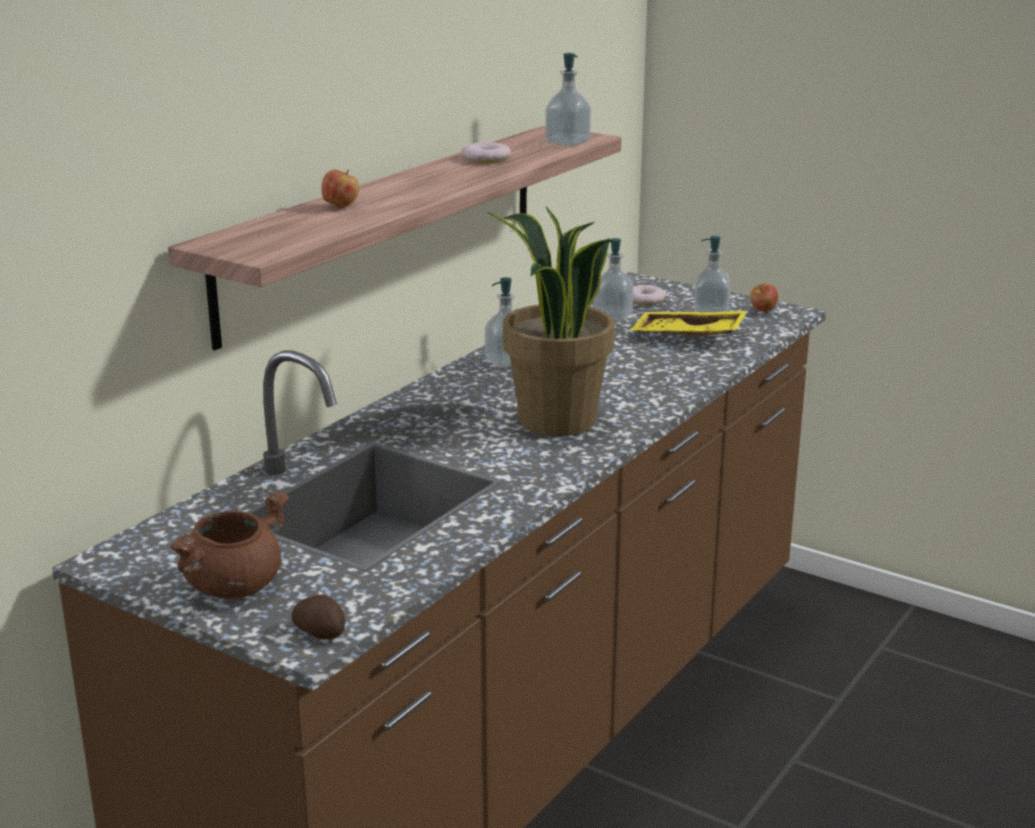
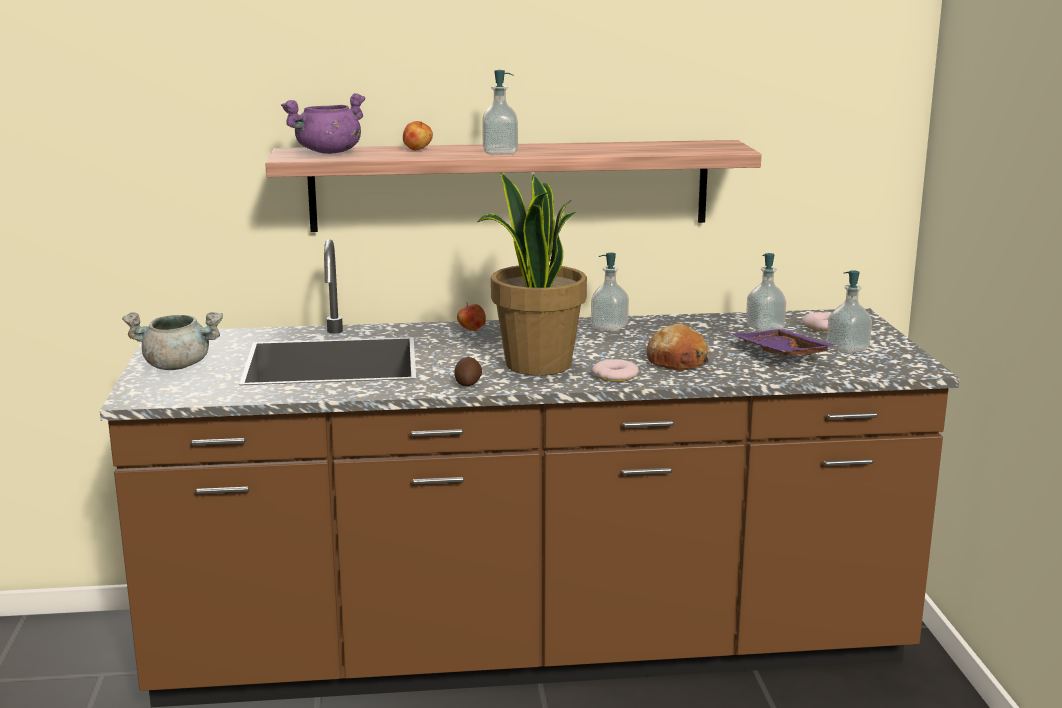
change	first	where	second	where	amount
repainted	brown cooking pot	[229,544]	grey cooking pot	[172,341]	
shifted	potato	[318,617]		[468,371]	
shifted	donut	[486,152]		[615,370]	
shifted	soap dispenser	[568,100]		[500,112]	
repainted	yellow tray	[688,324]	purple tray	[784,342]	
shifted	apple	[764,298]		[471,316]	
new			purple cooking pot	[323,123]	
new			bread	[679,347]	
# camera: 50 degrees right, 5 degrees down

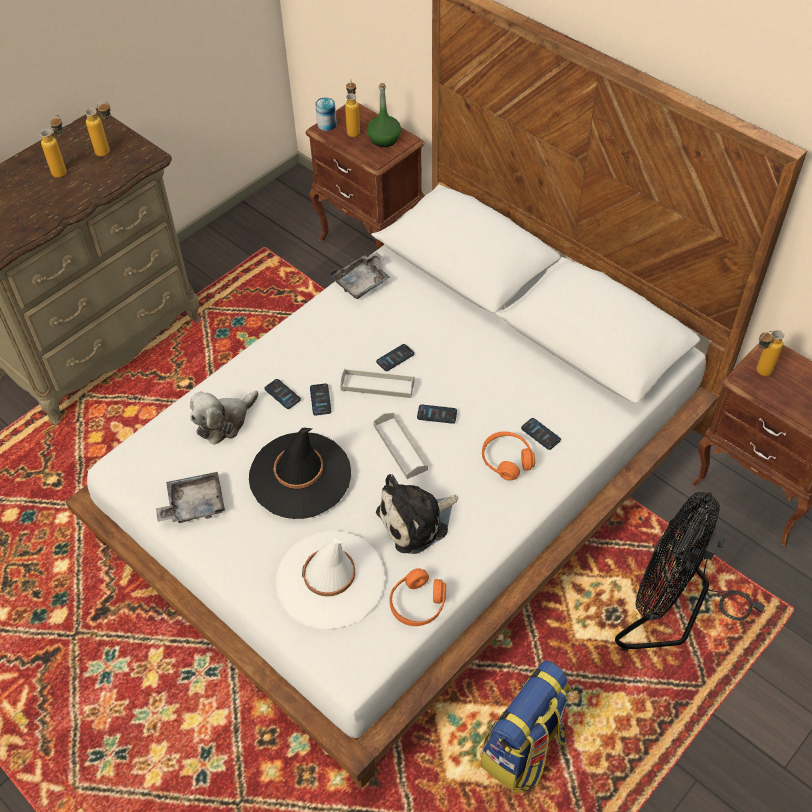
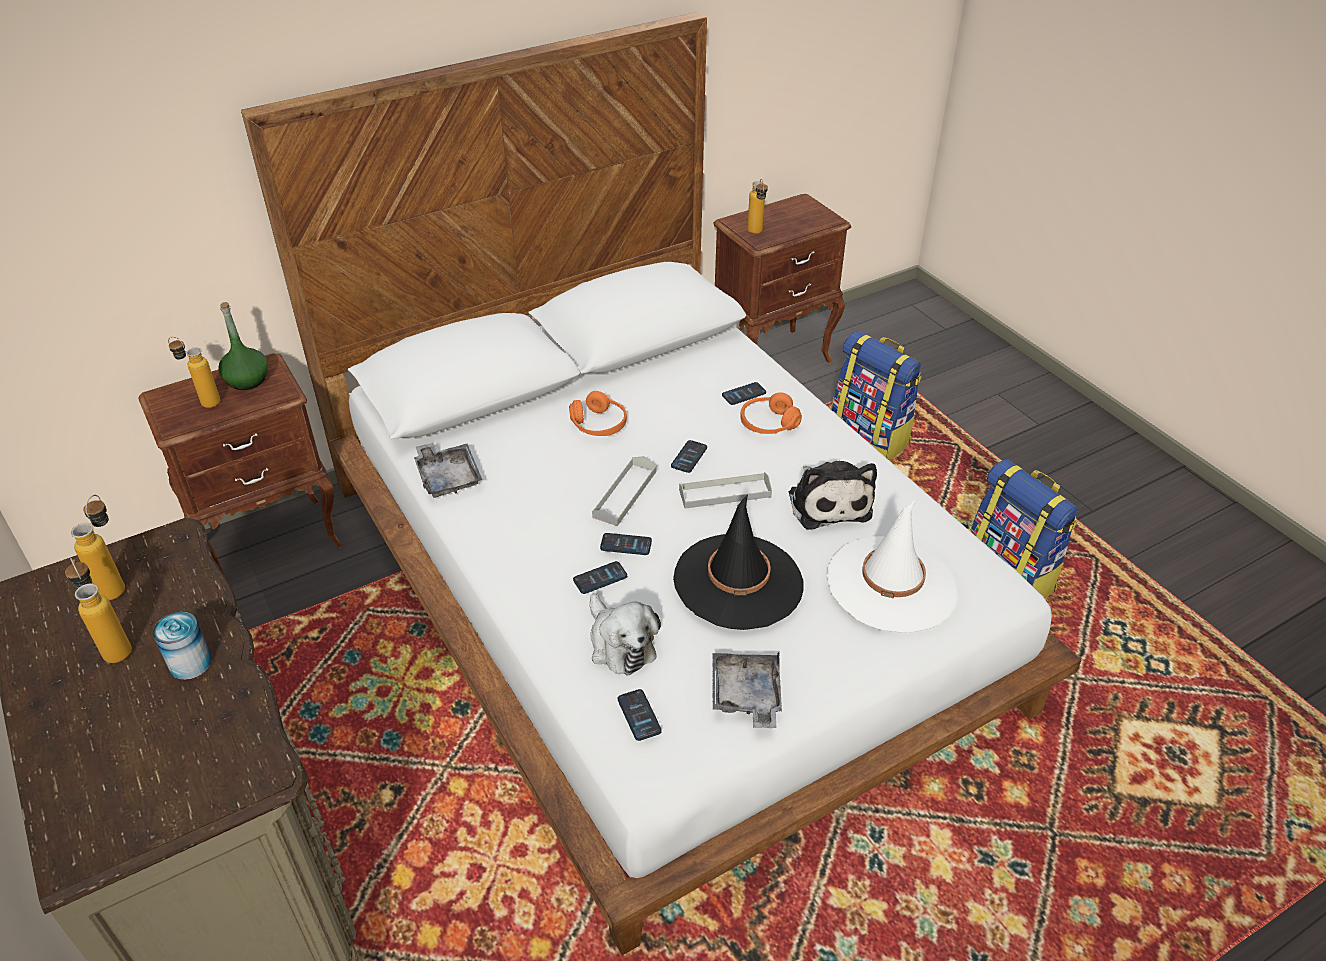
change	first	where	second	where	amount
shifted	can	[326,114]		[182,646]	
shifted	phone	[395,357]		[640,715]	
shifted	orange headphones	[418,597]		[598,413]	
swapped	black fan	[691,571]	backpack	[876,395]	
# camera: 75 degrees left, 10 degrees down

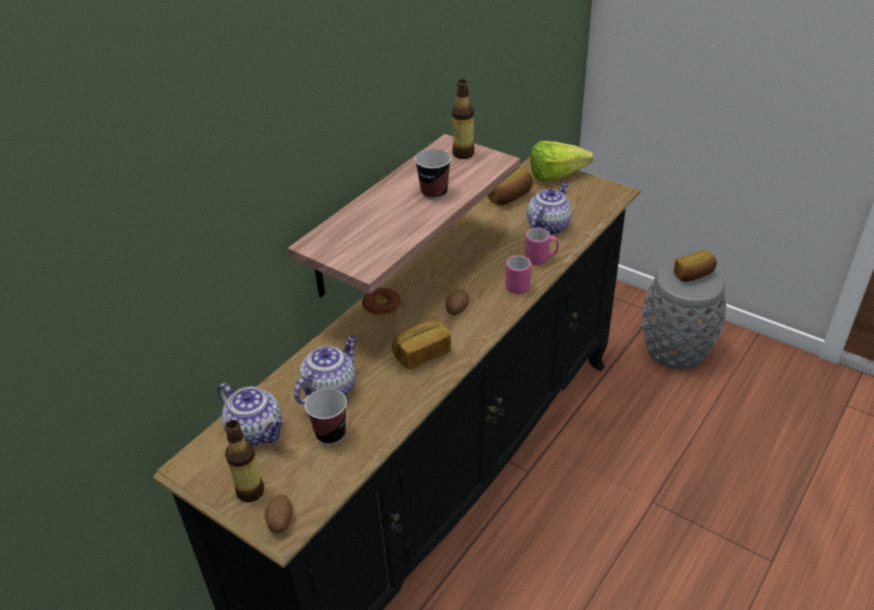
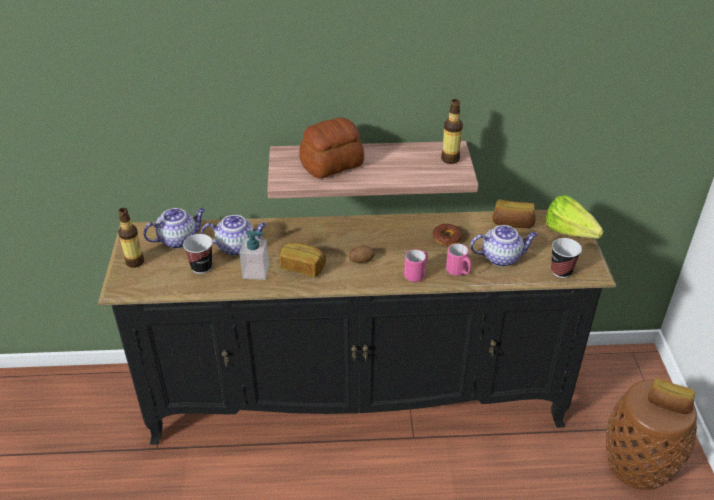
change	first	where	second	where	amount
rotated	teapot	[250,414]		[174,228]	120 degrees counterclockwise
gone	potato	[279,514]			
shifted	donut	[381,302]		[448,234]	
shifted	cup	[433,174]		[566,258]	
repainted	grey stool	[684,315]	brown stool	[651,435]	
new			soap dispenser	[254,255]	
new			bread	[331,148]	
# camera: 50 degrees right, 0 degrees up

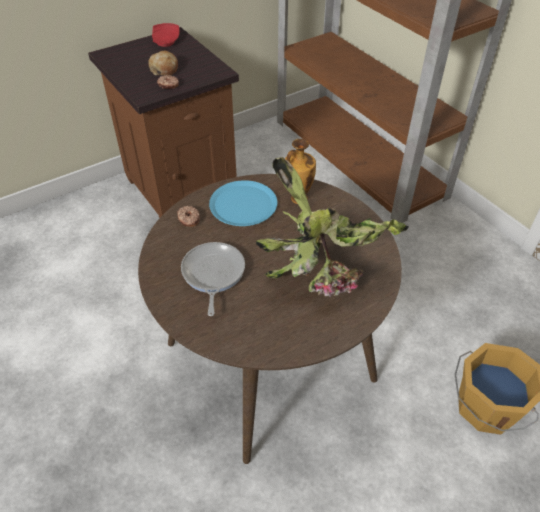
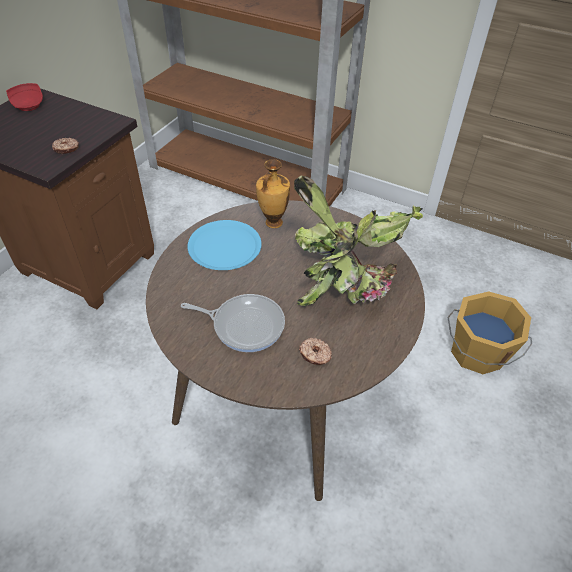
change	first	where	second	where	amount
gone	bread	[163,63]			
shifted	donut	[188,216]		[315,351]	
rotated	frying pan	[213,279]		[233,323]	135 degrees clockwise
# camera: 30 degrees left, 0 degrees up

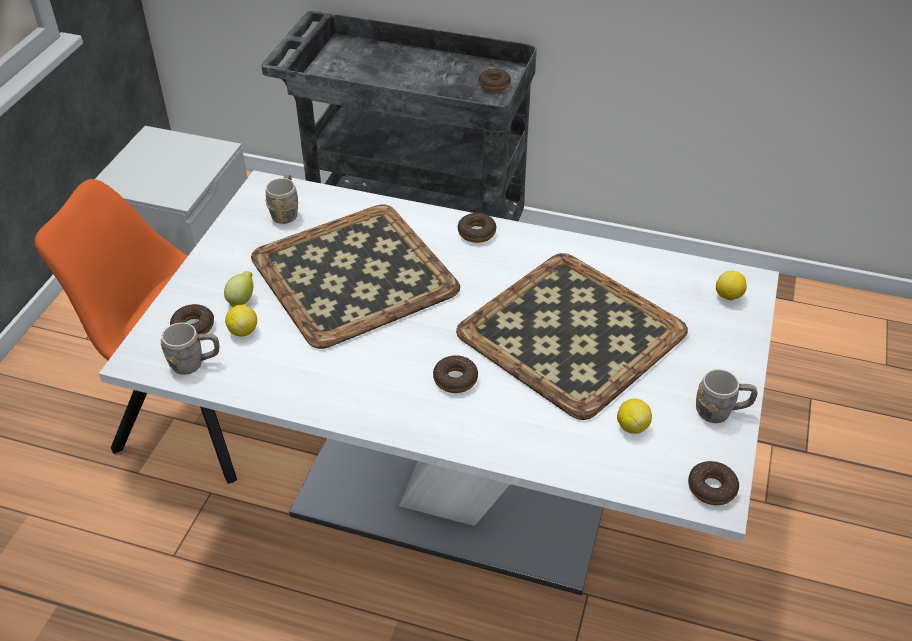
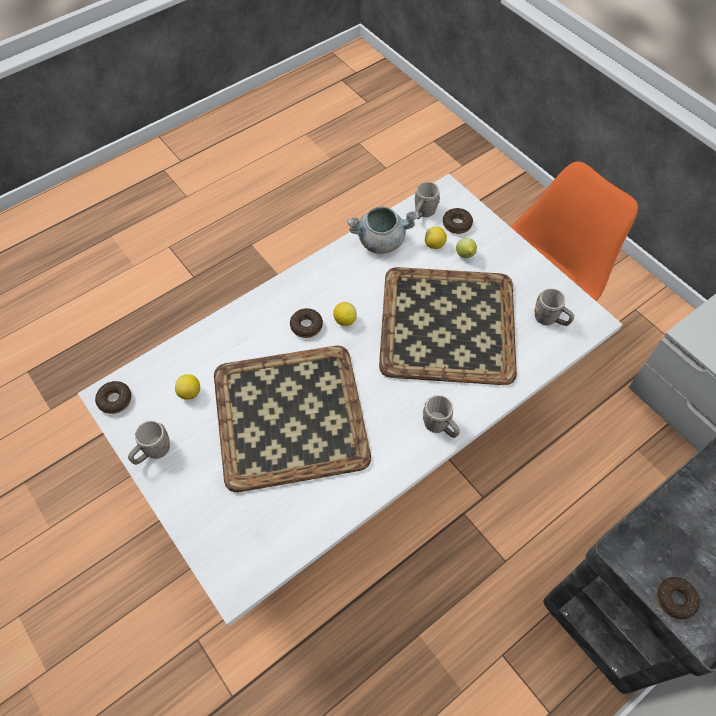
change	first	where	second	where	amount
swapped	donut	[477,228]	grey mug	[441,416]	
shifted	lemon	[731,286]		[345,314]	
new			grey cooking pot	[383,230]	
# camera: 125 degrees right, 15 degrees up

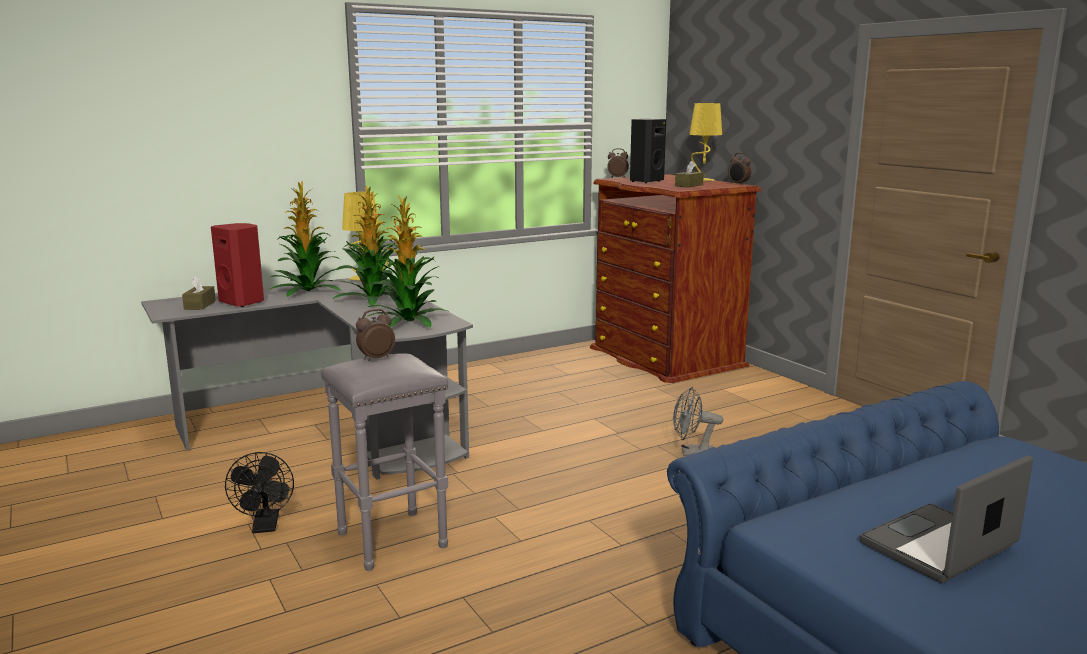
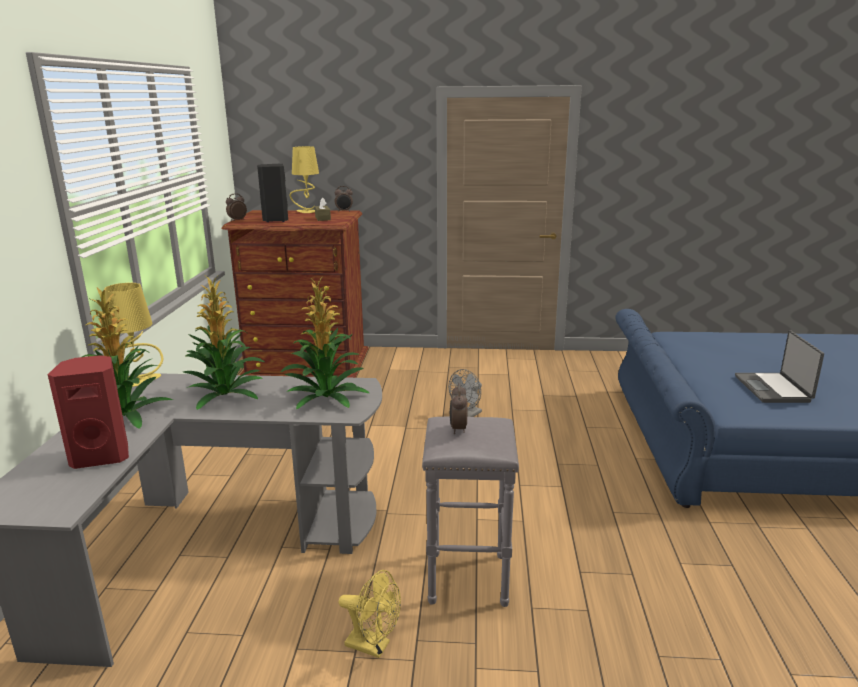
change	first	where	second	where	amount
gone	brown tissue box	[199,292]			
repainted	black fan	[259,492]	yellow fan	[370,614]	
# camera: 55 degrees left, 5 degrees up

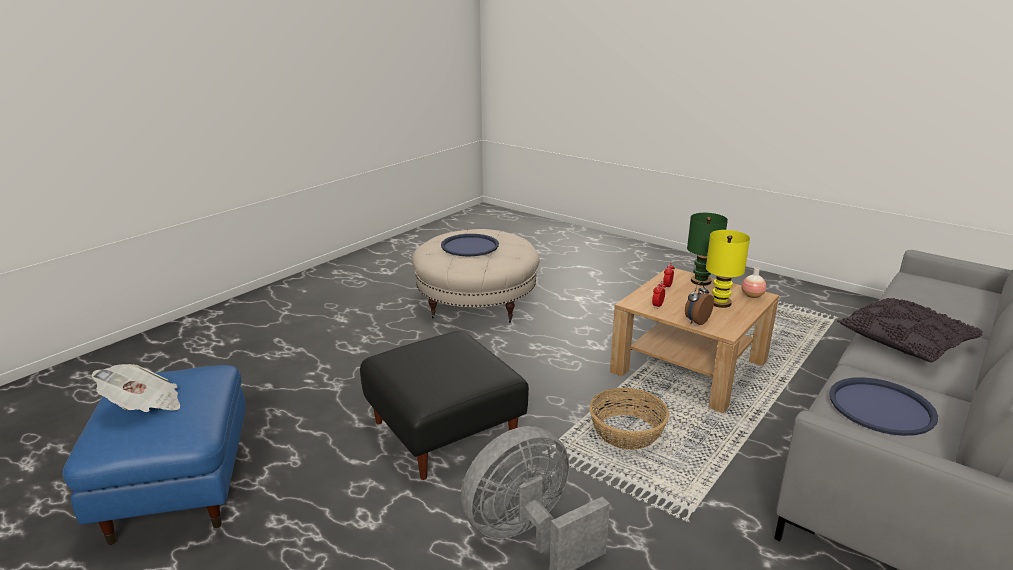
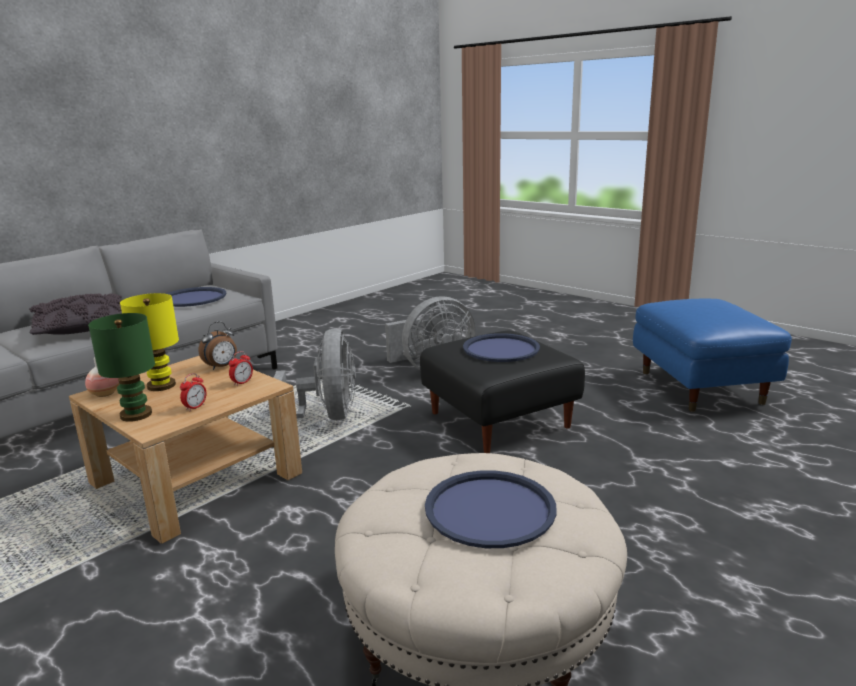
change	first	where	second	where	amount
gone	newspaper	[136,388]			
swapped	basket	[629,418]	grey fan	[315,374]	
new			blue tray	[501,347]	
# camera: 175 degrees left, 5 degrees down

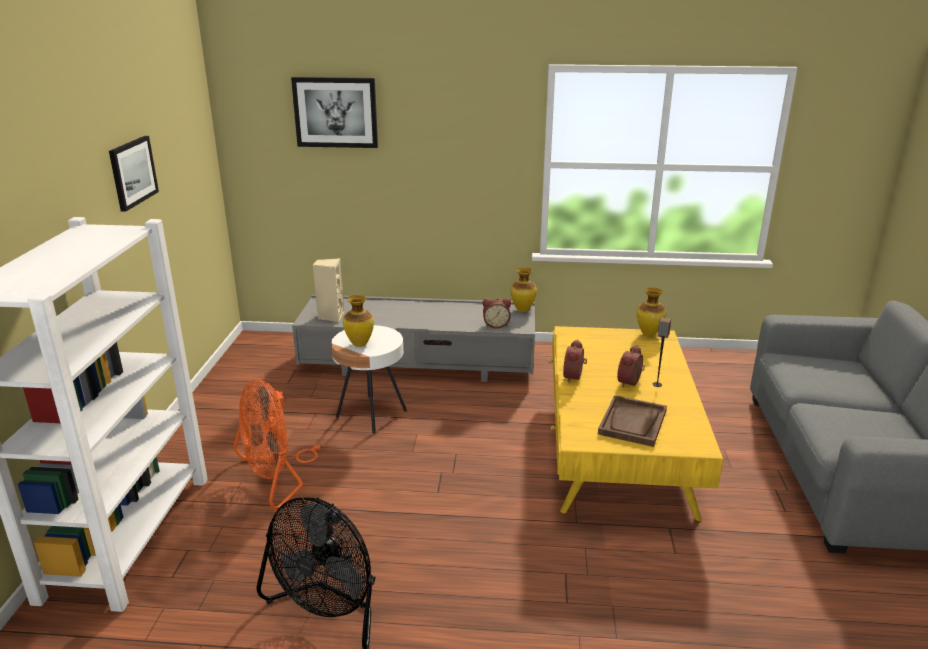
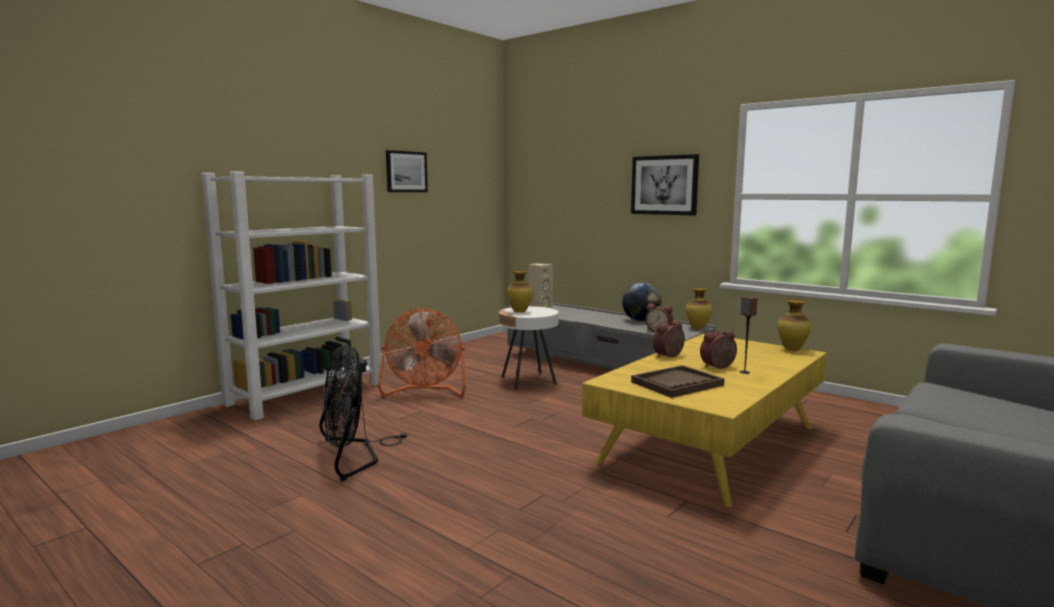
change	first	where	second	where	amount
rotated	orange fan	[278,446]		[422,353]	90 degrees counterclockwise
shifted	picture	[334,112]		[665,185]	
new			globe	[641,302]	
# camera: 35 degrees right, 15 degrees down

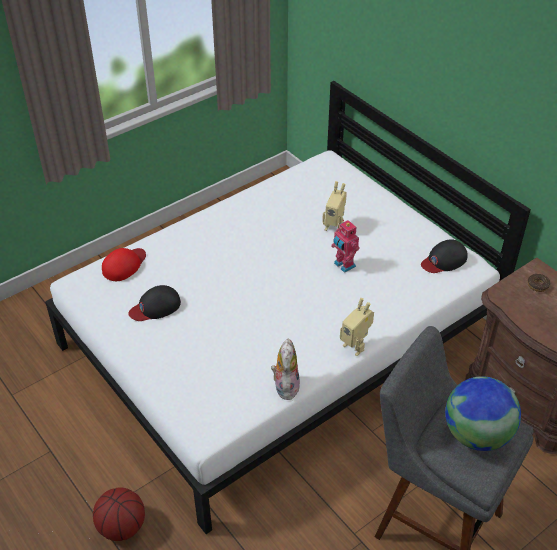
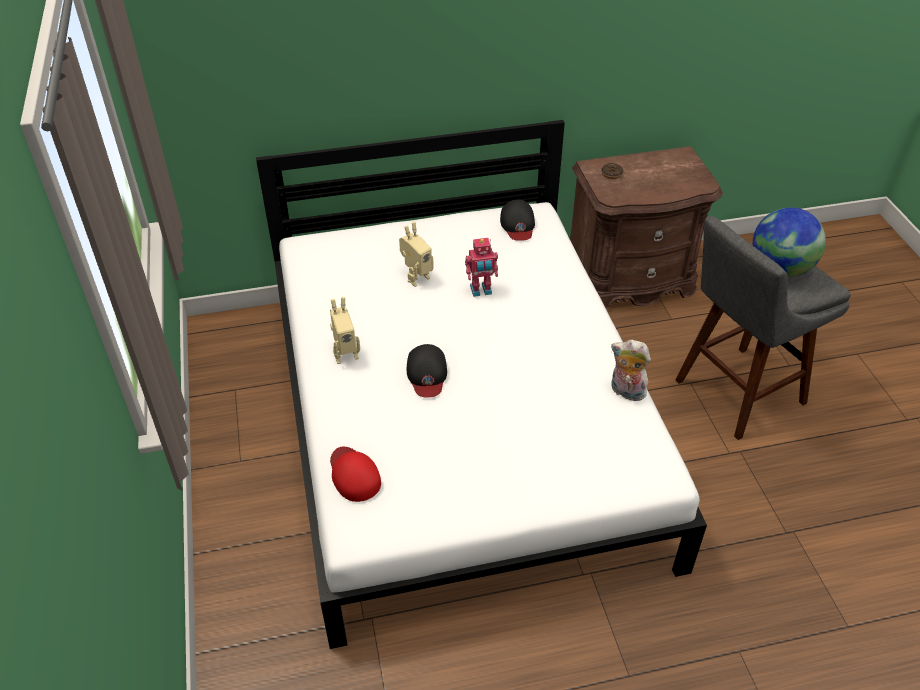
change	first	where	second	where	amount
gone	basketball	[119,514]			
shifted	black cap	[154,303]		[427,371]	
shifted	toy robot	[357,327]		[345,330]	
# camera: 65 degrees left, 0 degrees up

